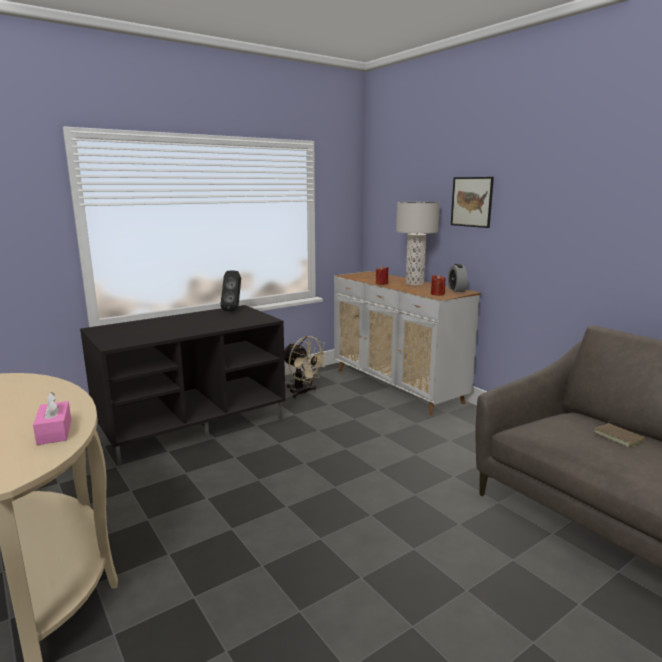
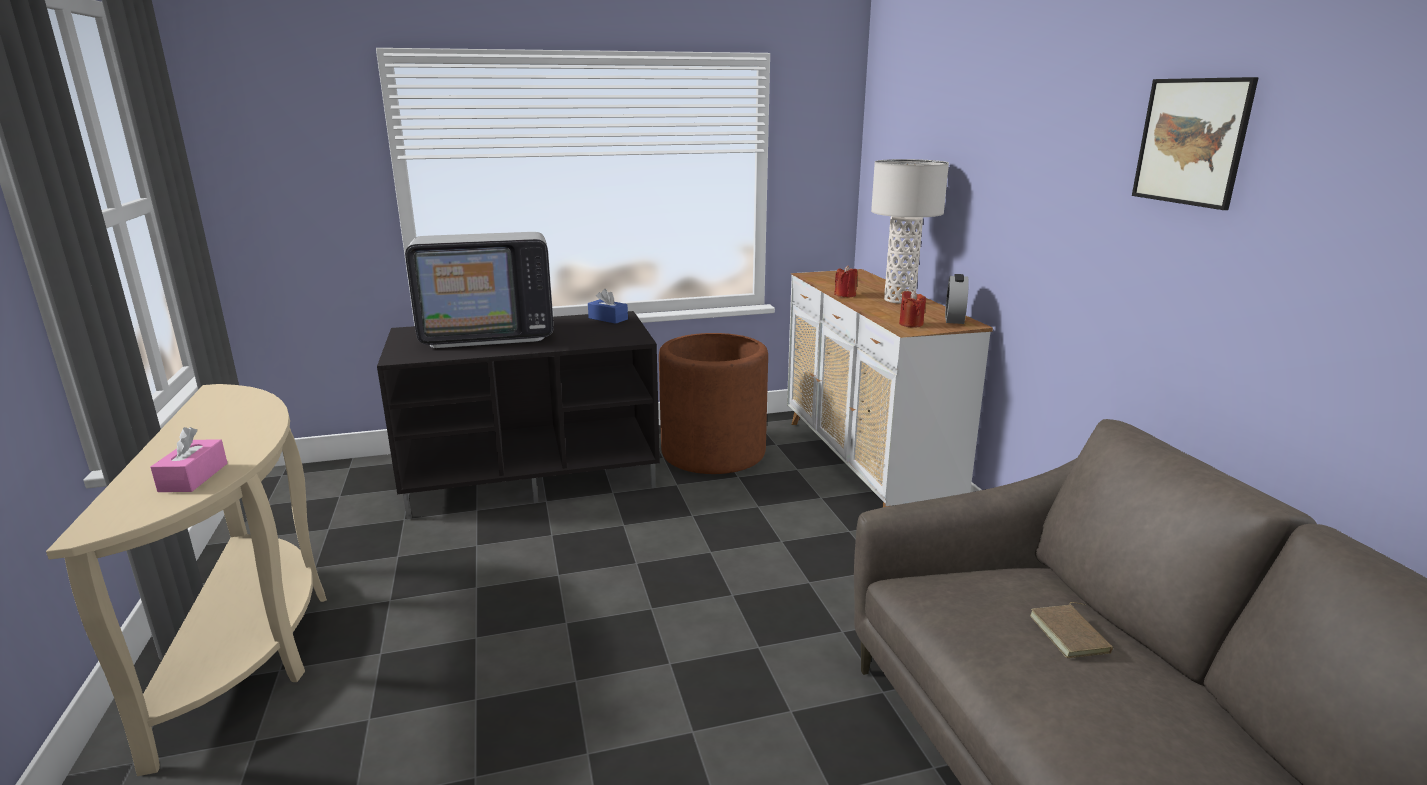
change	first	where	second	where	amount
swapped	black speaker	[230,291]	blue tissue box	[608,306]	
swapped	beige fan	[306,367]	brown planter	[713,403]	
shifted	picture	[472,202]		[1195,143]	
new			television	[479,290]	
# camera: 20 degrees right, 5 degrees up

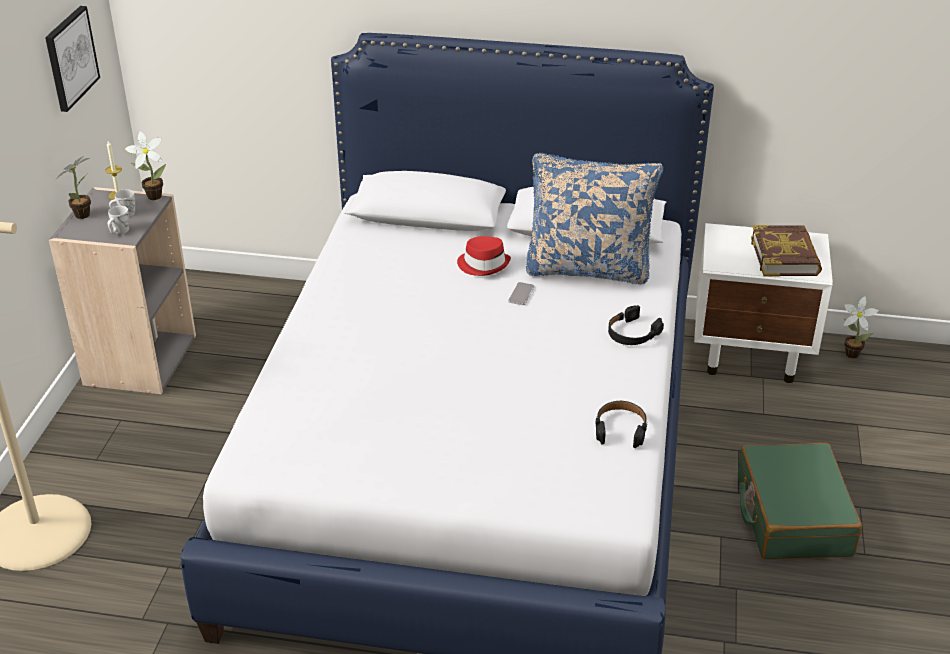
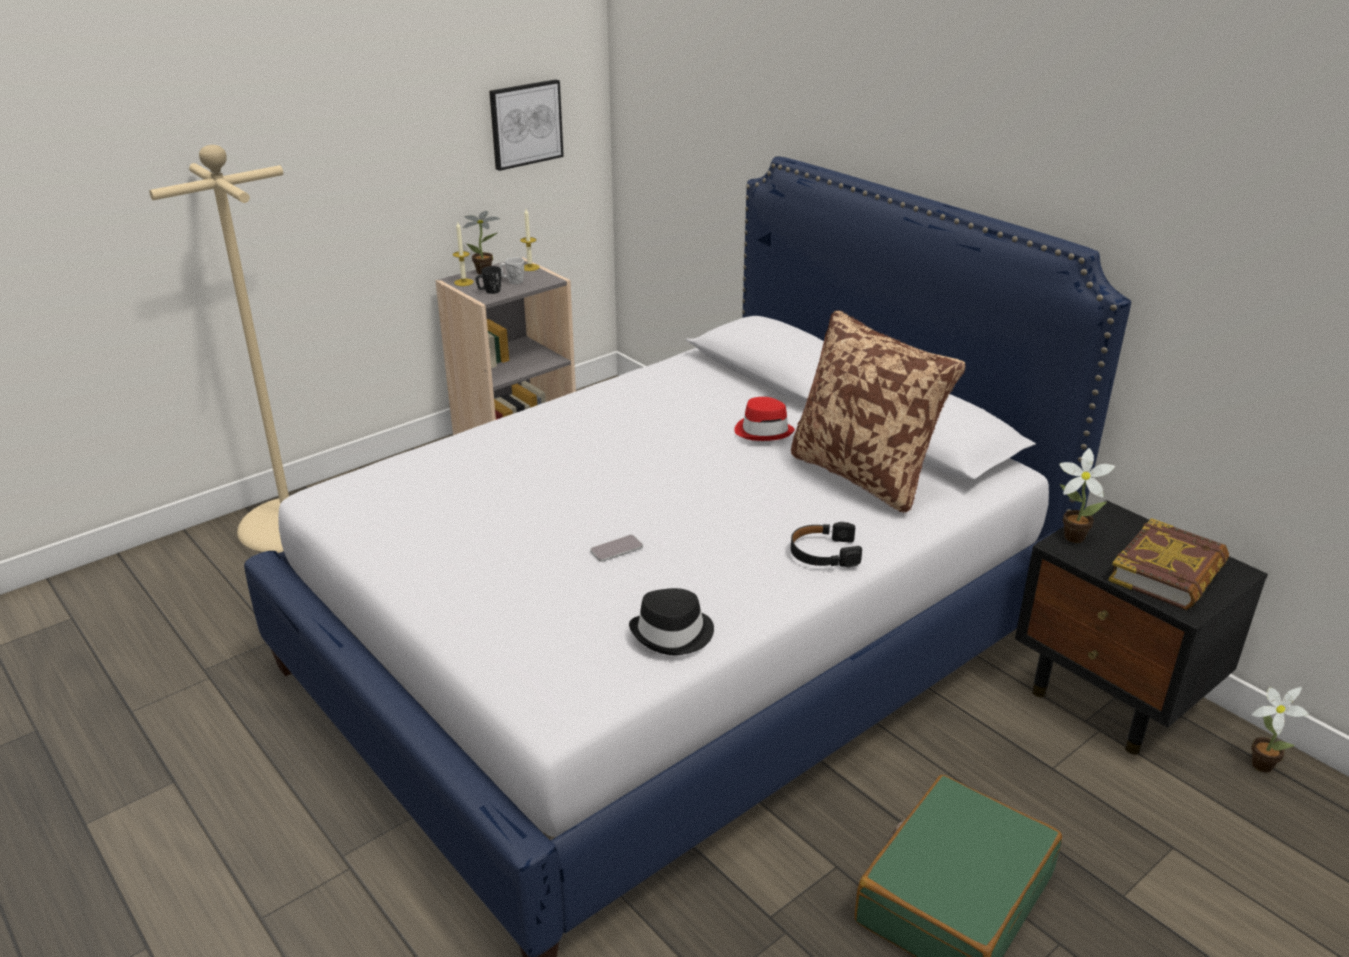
change	first	where	second	where	amount
repainted	white mug	[118,220]	black mug	[488,280]	
shifted	potted plant	[145,165]		[1087,495]	
shifted	phone	[521,293]		[616,548]	
repainted	blue pillow	[594,218]	brown pillow	[878,411]	
swapped	black headphones	[621,424]	black hat	[671,621]	
repainted	white nightstand	[763,303]	black nightstand	[1141,627]	
new			candle	[463,254]	
# camera: 40 degrees right, 5 degrees down

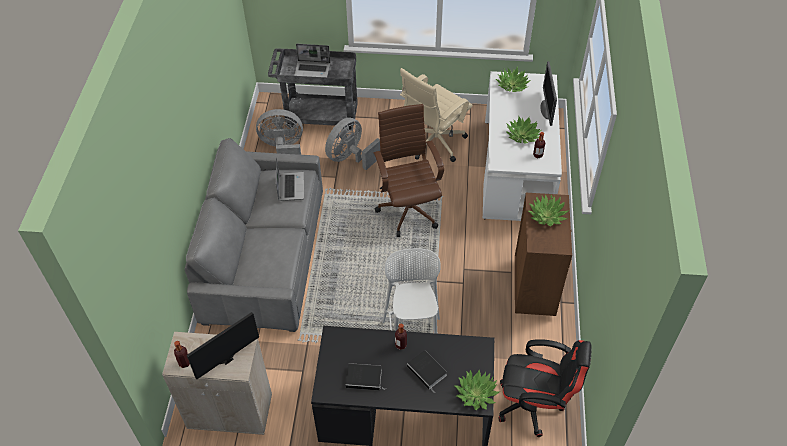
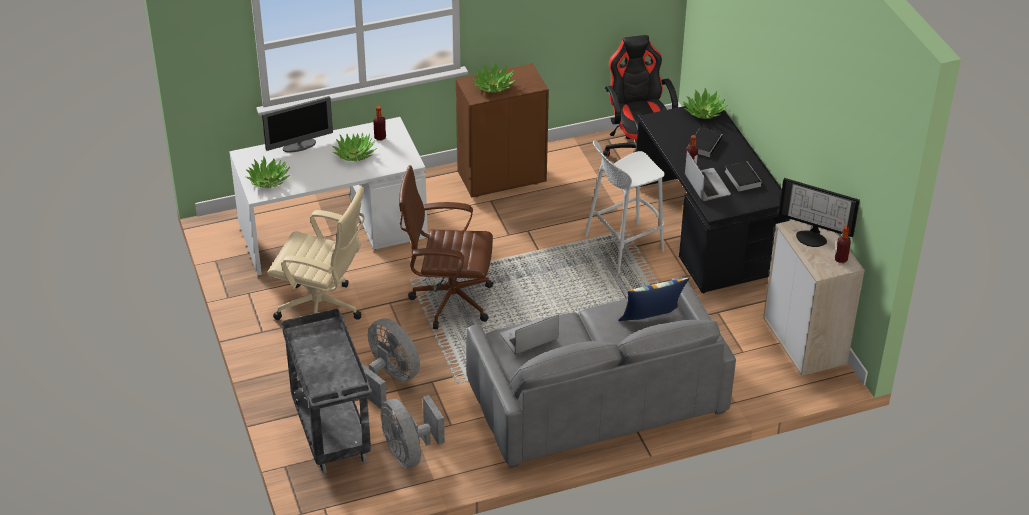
change	first	where	second	where	amount
shifted	laptop	[312,60]		[708,176]	
rotated	grey fan	[352,143]		[391,363]	150 degrees counterclockwise
rotated	brown office chair	[408,170]		[446,247]	45 degrees clockwise
new			pillow	[653,299]	
# camera: 115 degrees left, 10 degrees down

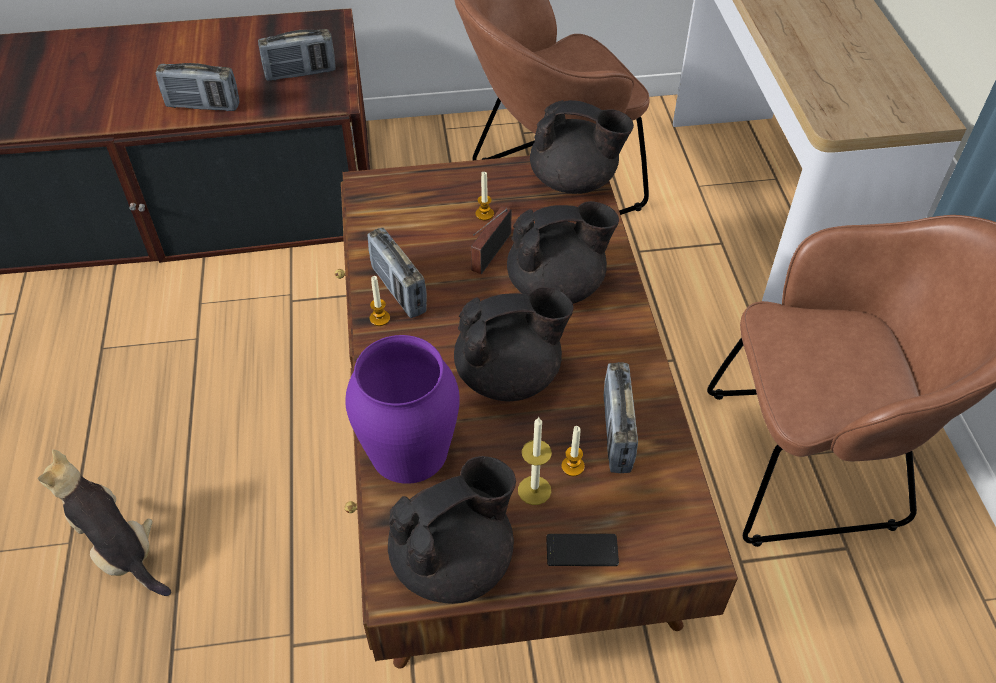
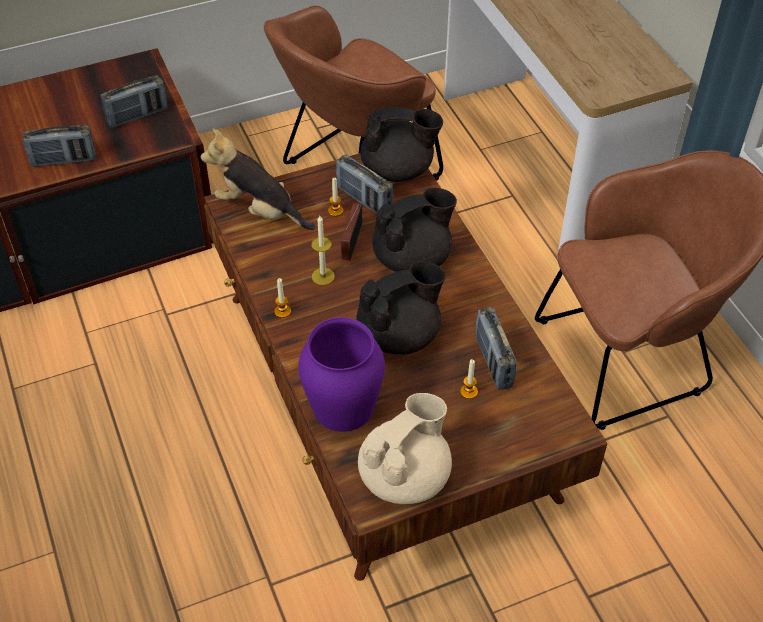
change	first	where	second	where	amount
shifted	plush toy	[104,523]		[258,179]	
shifted	radio	[397,273]		[365,184]	
repainted	black teapot	[452,530]	beige teapot	[405,448]	
shifted	candle	[535,461]		[323,250]	
gone	phone	[582,550]			
# camera: 15 degrees left, 0 degrees up

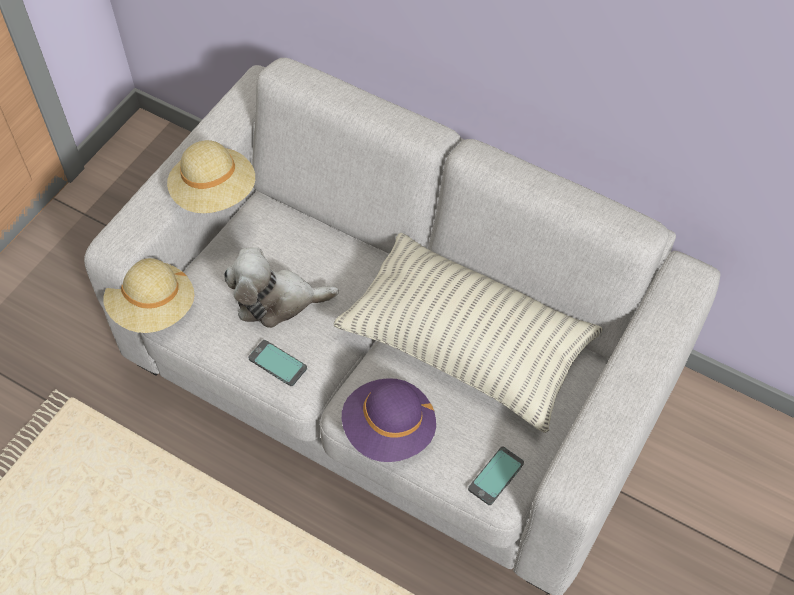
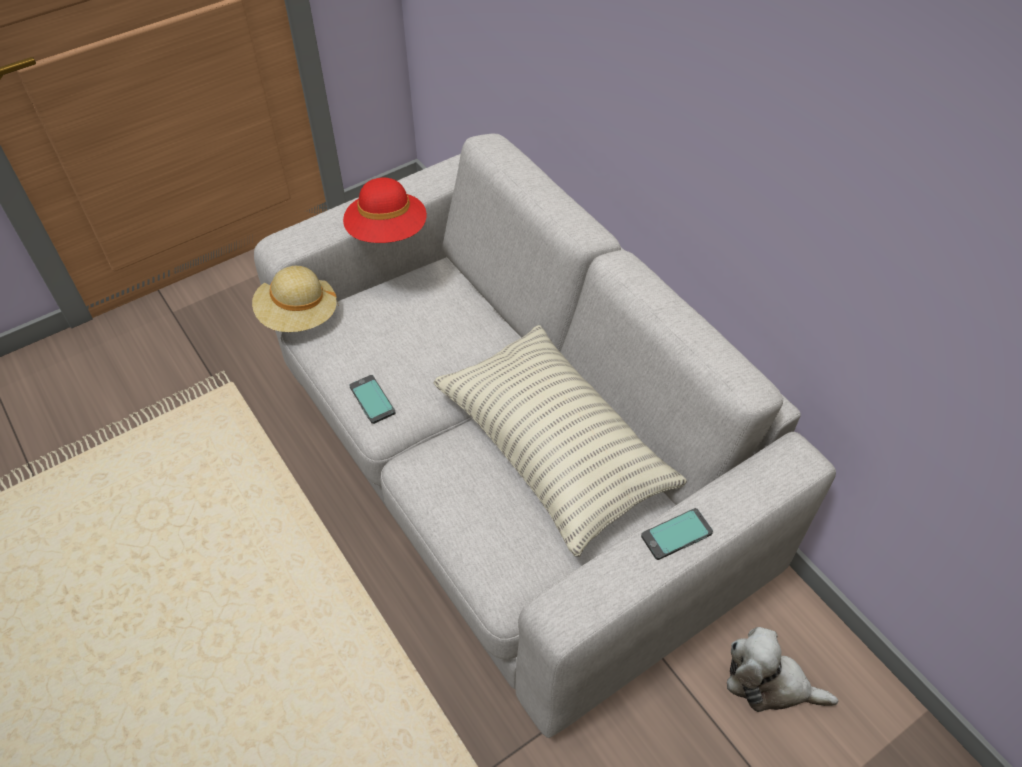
change	first	where	second	where	amount
repainted	beige hat	[211,176]	red hat	[385,210]	
shifted	plush toy	[281,287]		[783,669]	
gone	purple hat	[389,420]			
shifted	phone	[496,475]		[677,534]	
# camera: 25 degrees right, 5 degrees down

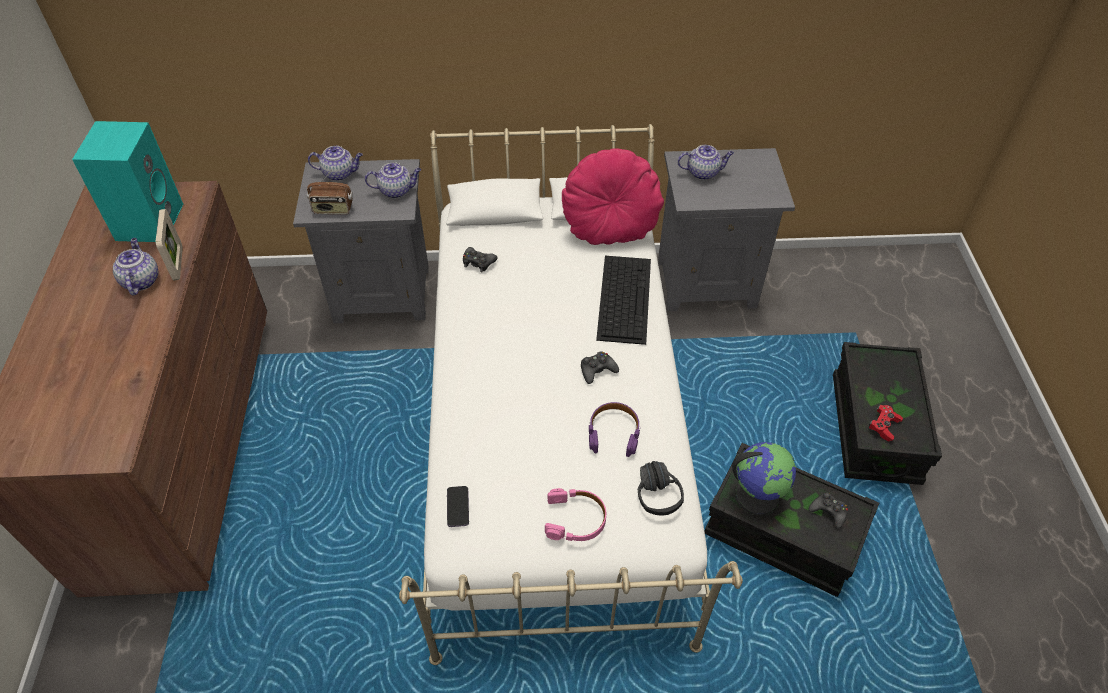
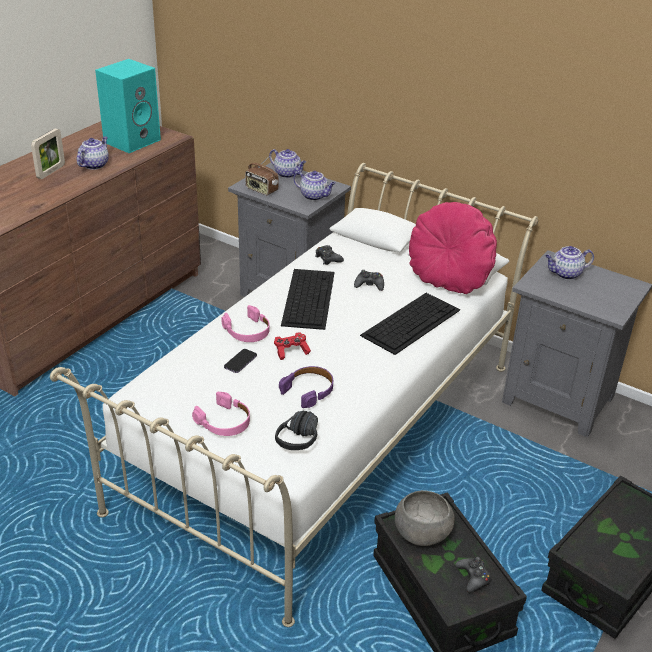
change	first	where	second	where	amount
shifted	picture frame	[169,245]		[48,154]	
shifted	phone	[458,506]		[240,361]	
shifted	black game controller	[600,368]		[369,280]	
rotated	teapot	[705,162]		[569,263]	135 degrees clockwise
swapped	globe	[764,479]	grey bowl	[425,518]	
shifted	red game controller	[886,423]		[292,346]	
new			pink headphones	[245,323]	
new			keyboard	[308,299]	
# camera: 35 degrees right, 15 degrees down

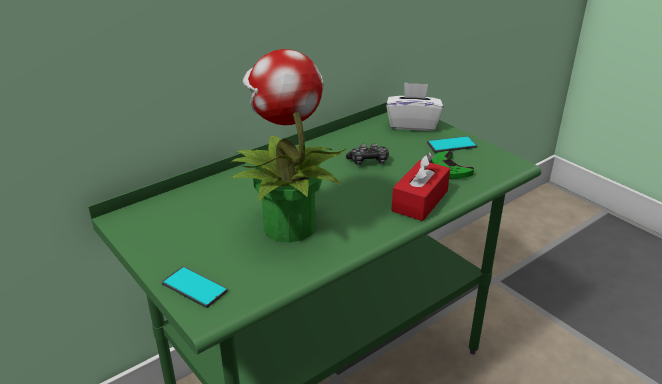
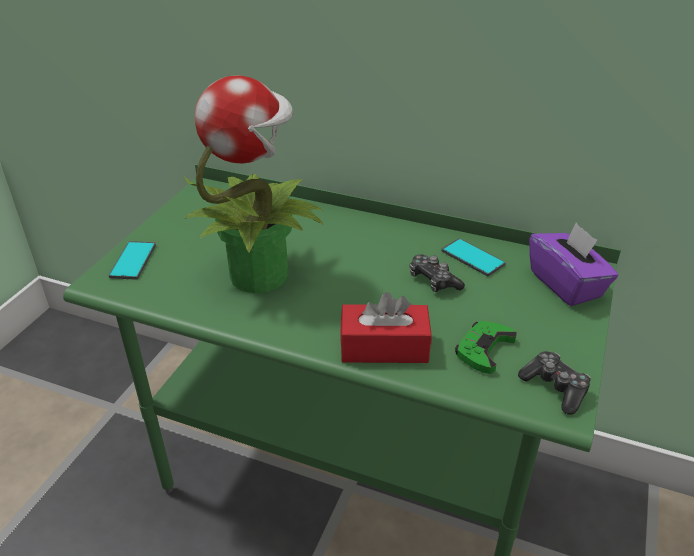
change	first	where	second	where	amount
repainted	white tissue box	[414,106]	purple tissue box	[573,264]	
shifted	phone	[452,144]		[474,257]	
new			game controller	[554,383]	
# camera: 60 degrees right, 5 degrees up

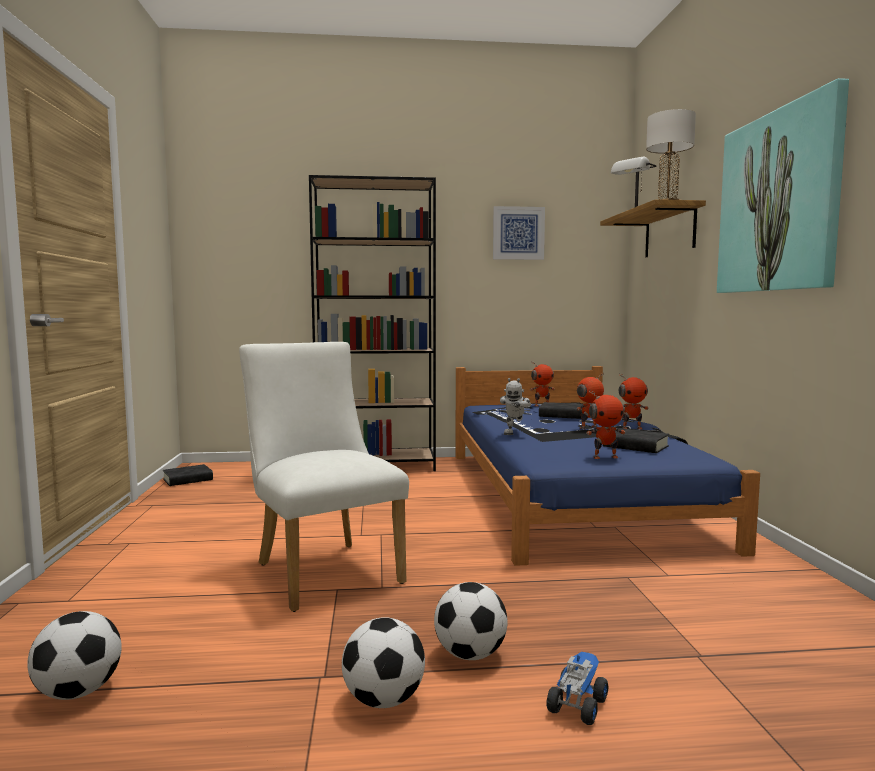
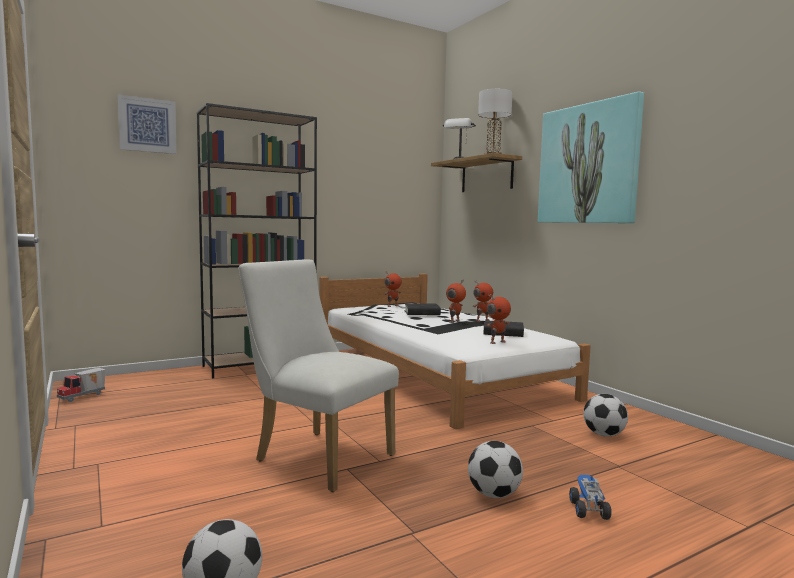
change	first	where	second	where	amount
swapped	black book	[188,475]	toy truck	[81,385]	
shifted	football	[383,662]		[605,415]	
repainted	blue bed	[607,466]	white bed	[455,351]	
shifted	picture	[519,233]		[147,124]	
gone	toy robot	[515,406]			
# camera: 25 degrees left, 0 degrees up

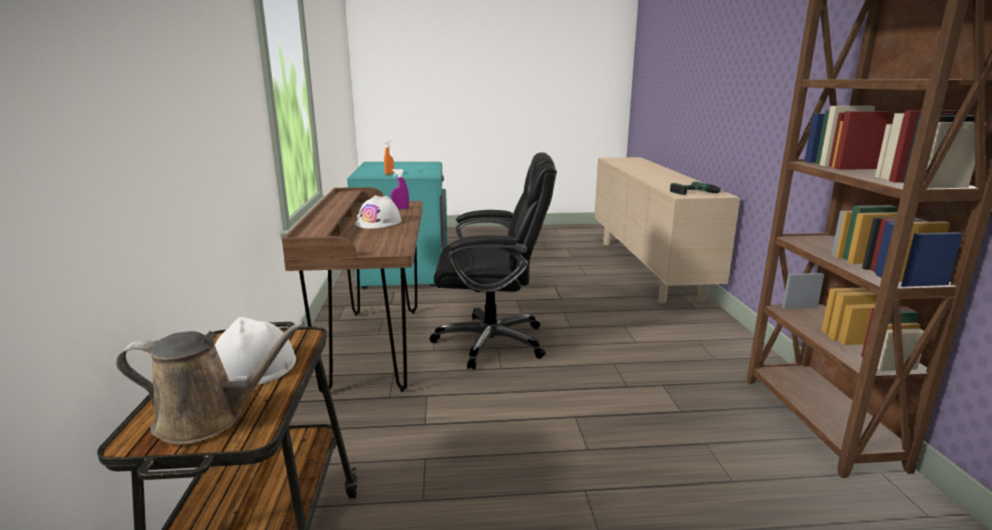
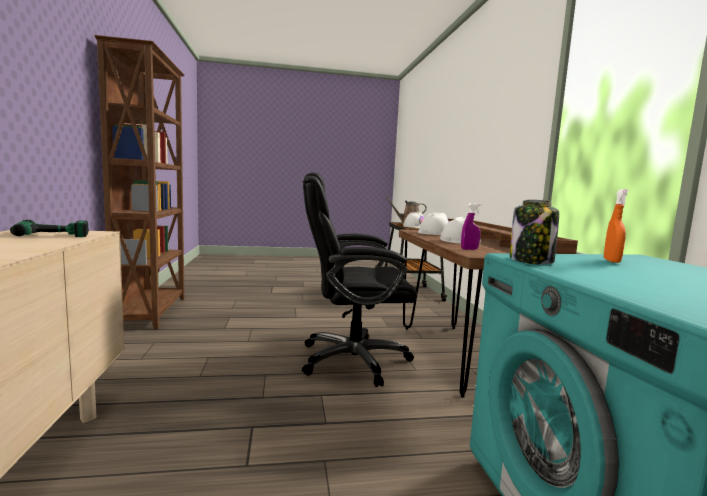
change	first	where	second	where	amount
new			white hard hat	[433,224]	
new			jar	[534,232]	
# camera: 175 degrees right, 10 degrees down

